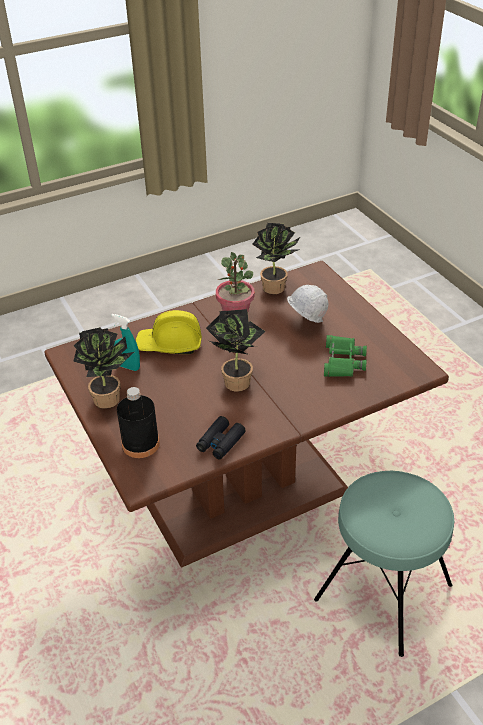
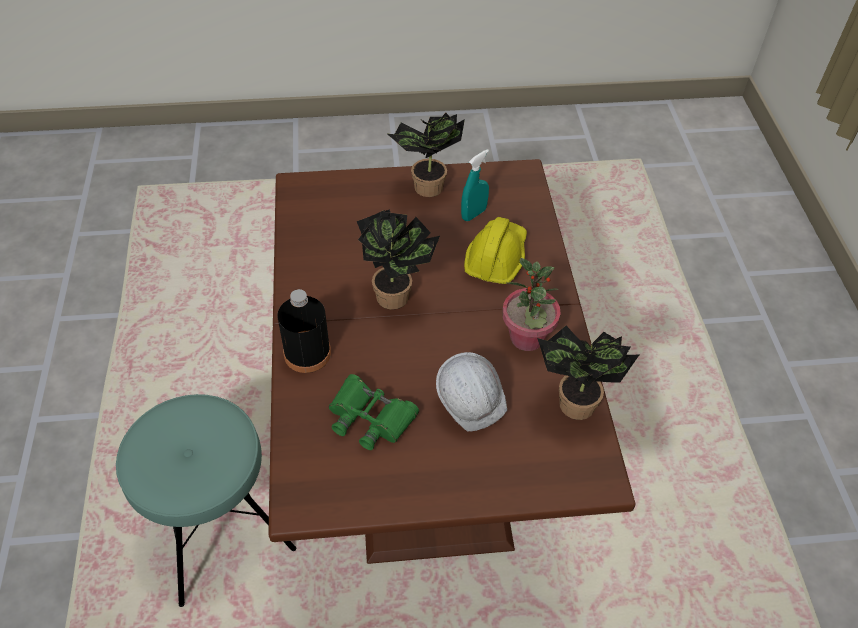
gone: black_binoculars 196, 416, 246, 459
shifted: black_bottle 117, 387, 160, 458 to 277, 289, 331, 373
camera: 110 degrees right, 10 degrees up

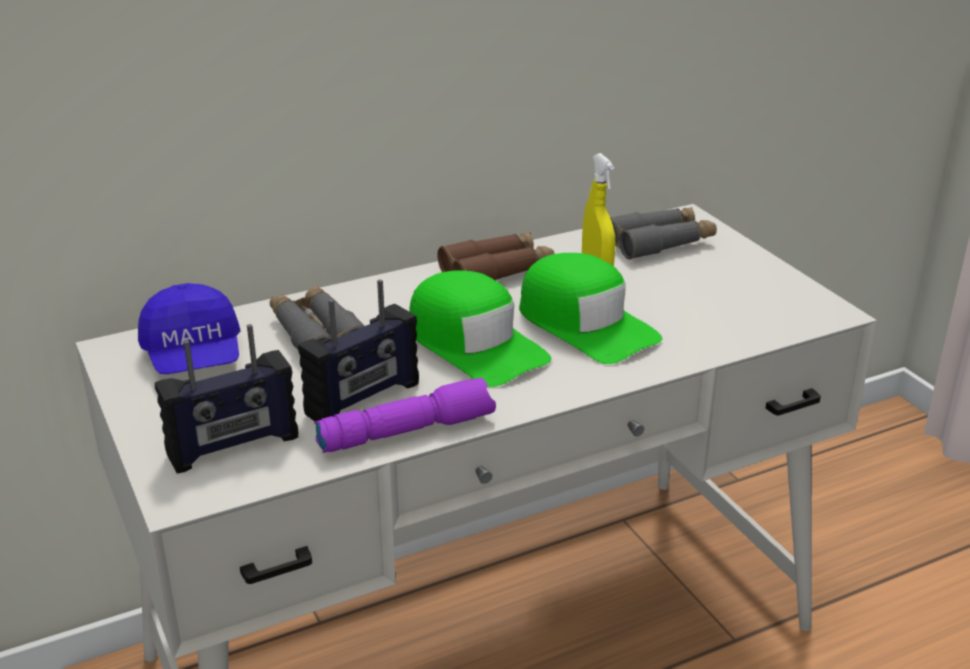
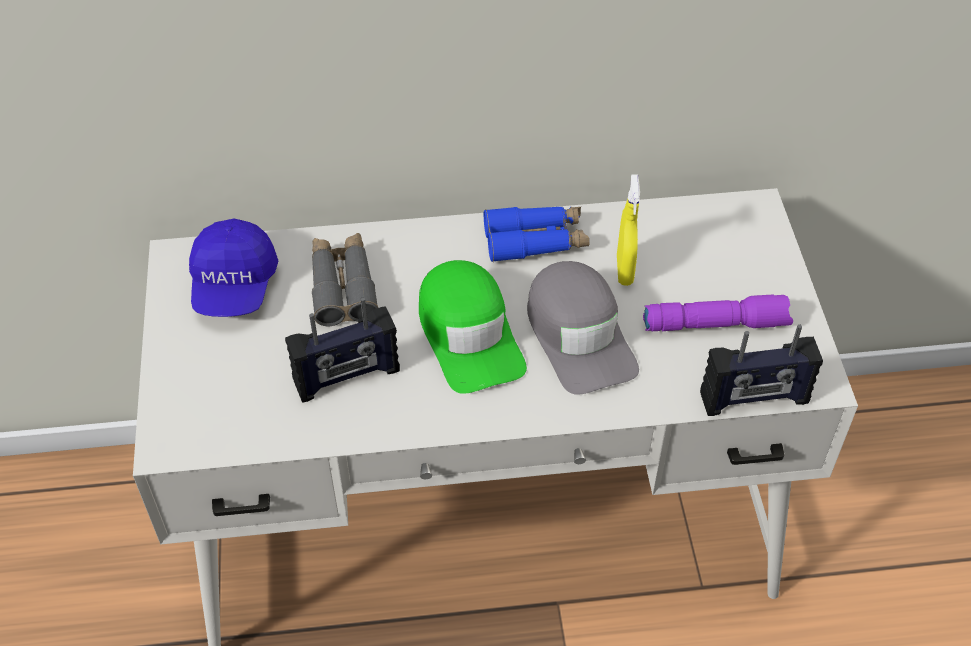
gone: grey_binoculars 610, 208, 717, 260
shifted: radio 155, 324, 298, 474 to 700, 325, 823, 416; purple_flashlight 314, 378, 496, 453 to 643, 295, 793, 331
repainted: brown_binoculars 437, 232, 554, 280 to blue_binoculars 484, 207, 590, 262; green_cap 519, 253, 662, 364 to grey_cap 527, 261, 639, 395
camera: 20 degrees right, 20 degrees up

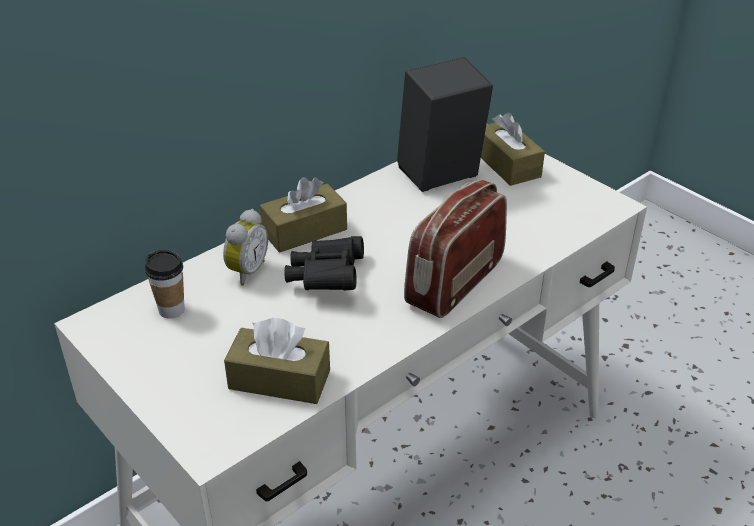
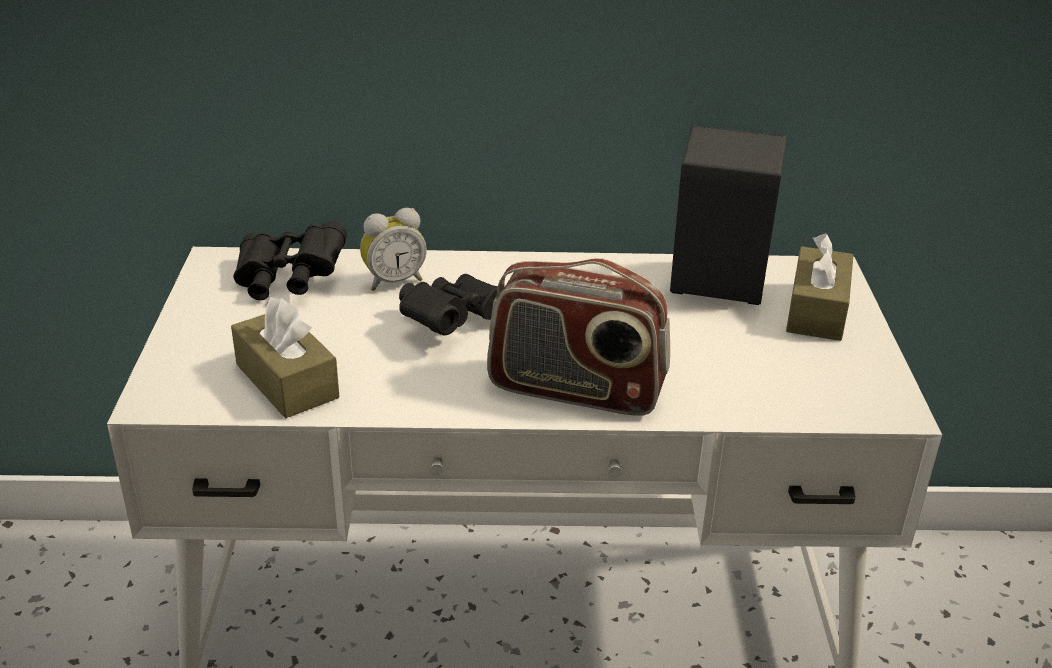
gone: brown_tissue_box 260, 177, 347, 253
swapped: cup 145, 250, 185, 319 to black_binoculars 233, 221, 347, 300
rotated: radio 404, 179, 507, 318 = 487, 258, 670, 416 150 degrees counterclockwise
camera: 40 degrees right, 5 degrees down

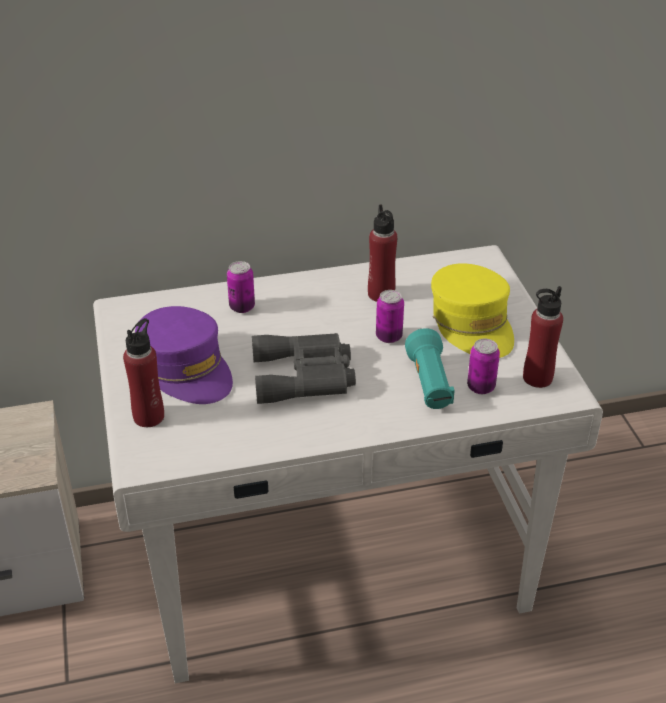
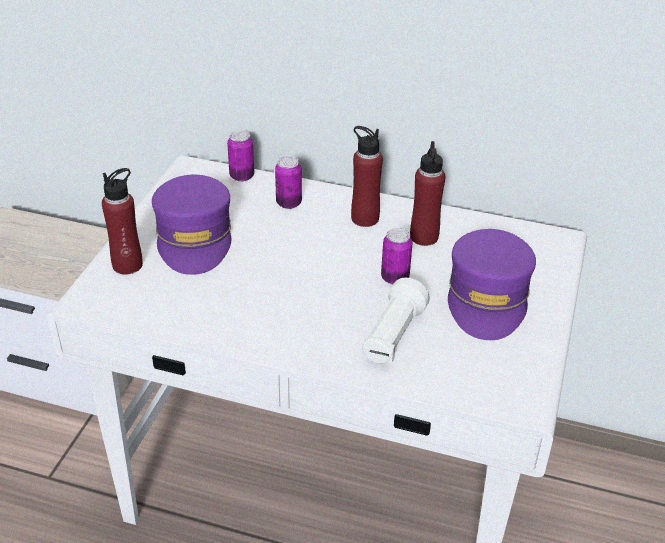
gone: grey_binoculars 252, 333, 356, 404
shifted: can 467, 339, 500, 394 to 227, 130, 254, 182; red_bottle 523, 286, 563, 388 to 351, 126, 383, 227
repainted: turquoise_flashlight 405, 328, 455, 409 to white_flashlight 362, 278, 430, 364; yellow_cap 431, 263, 514, 358 to purple_cap 448, 229, 536, 340
camera: 30 degrees right, 0 degrees up

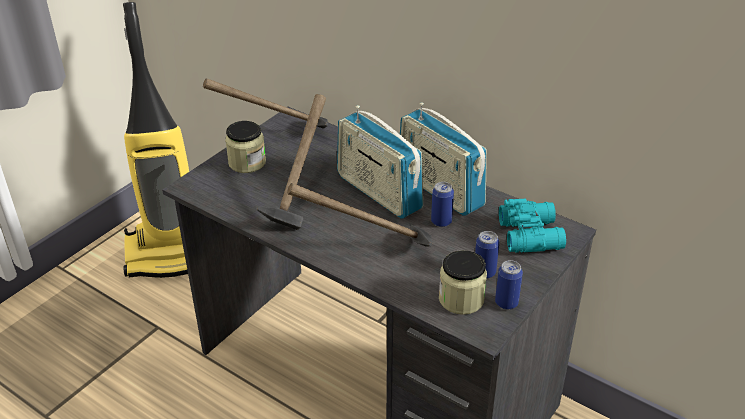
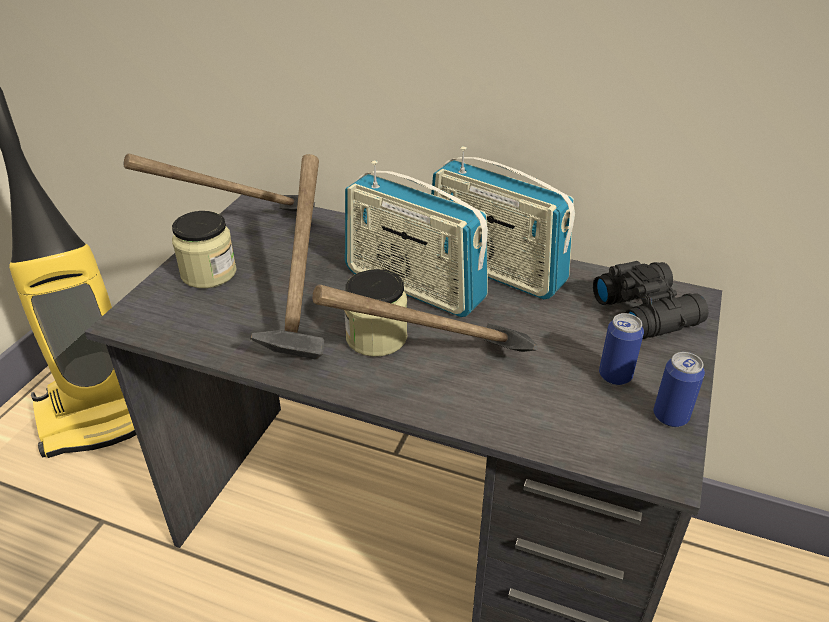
gone: can 431, 182, 454, 227
shifted: jar 439, 250, 487, 315 to 344, 269, 407, 357
repainted: turquoise_binoculars 499, 199, 566, 253 to black_binoculars 593, 261, 709, 339
camera: 15 degrees left, 0 degrees up

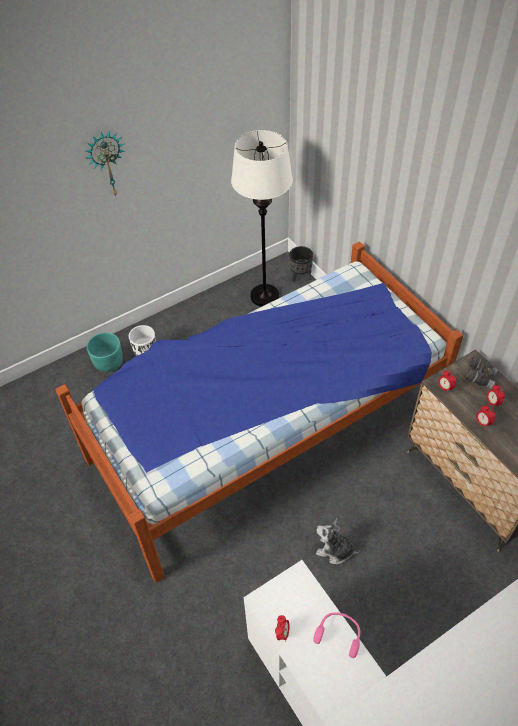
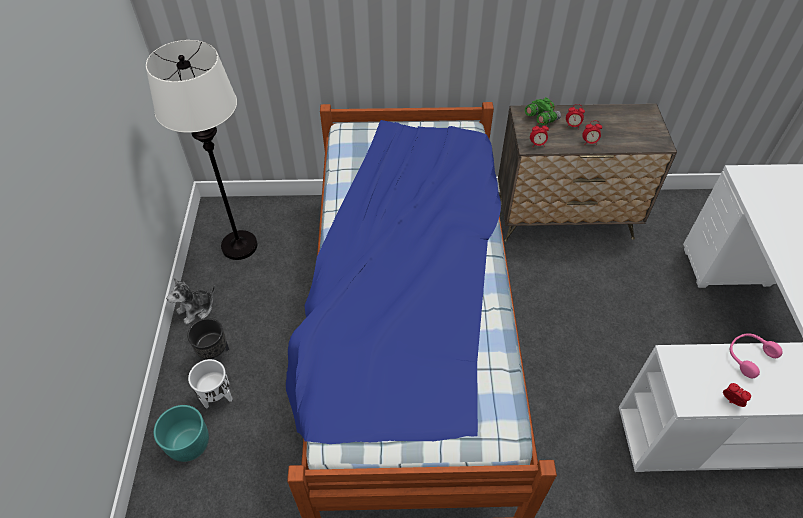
gone: wall_clock 85, 131, 124, 197
shifted: black_planter 289, 246, 313, 282 to 187, 318, 229, 360; plush_toy 316, 518, 360, 564 to 166, 278, 215, 325
repainted: grey_binoculars 466, 357, 498, 389 to green_binoculars 525, 97, 561, 125
camera: 60 degrees left, 0 degrees up

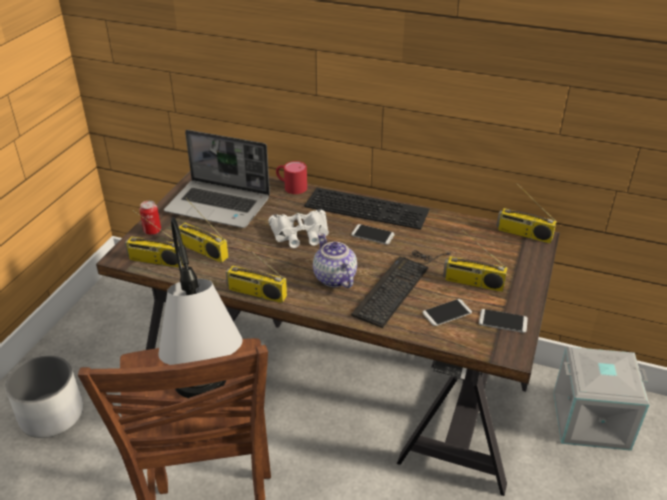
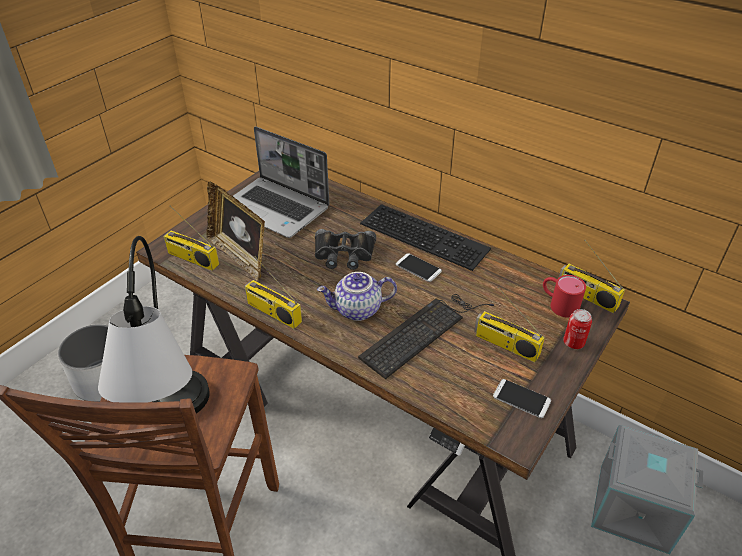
gone: phone 423, 299, 472, 326
shifted: can 139, 201, 161, 235 to 563, 309, 592, 349; red_mug 276, 161, 307, 194 to 543, 275, 586, 317
swapped: radio 179, 198, 228, 263 to picture_frame 207, 181, 265, 282
repainted: white_binoculars 268, 209, 329, 248 to black_binoculars 315, 229, 376, 270
rotated: teapot 313, 233, 357, 288 = 317, 272, 397, 321 90 degrees counterclockwise
camera: 15 degrees right, 5 degrees up

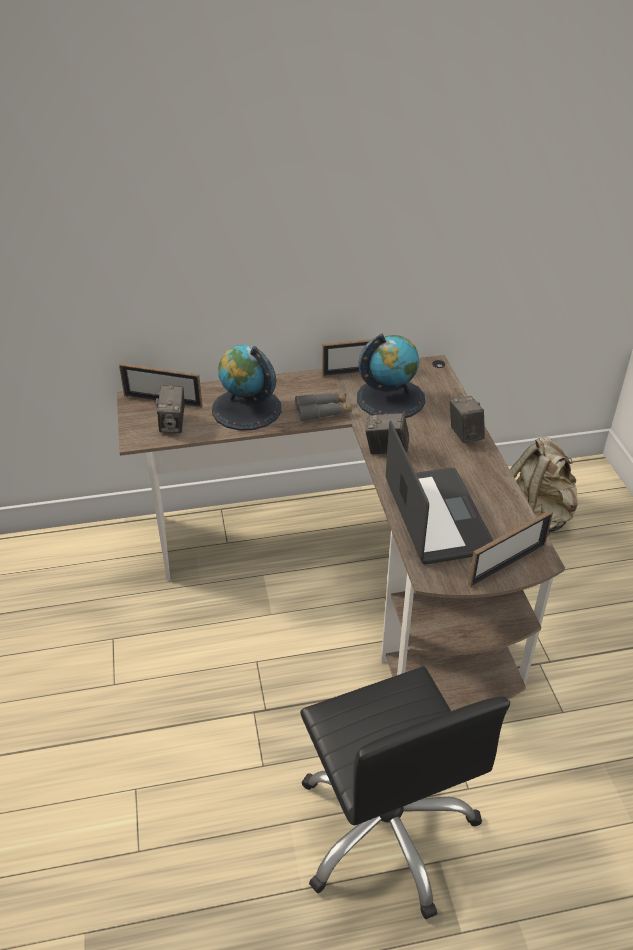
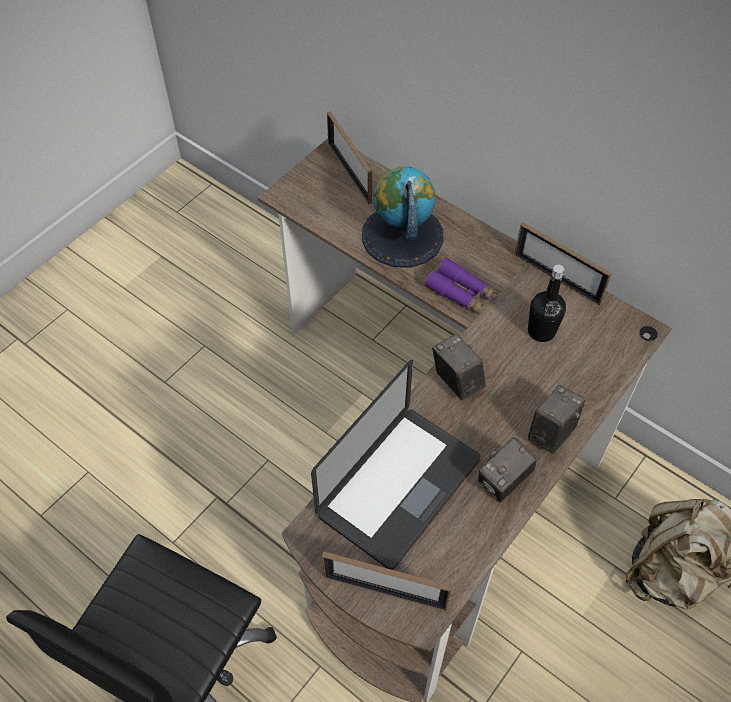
shifted: photo_camera 156, 385, 185, 433 to 478, 437, 537, 502
swapped: globe 357, 334, 425, 418 to black_bottle 528, 265, 566, 342
repainted: grey_binoculars 295, 393, 352, 421 to purple_binoculars 425, 258, 498, 315
camera: 50 degrees right, 15 degrees up

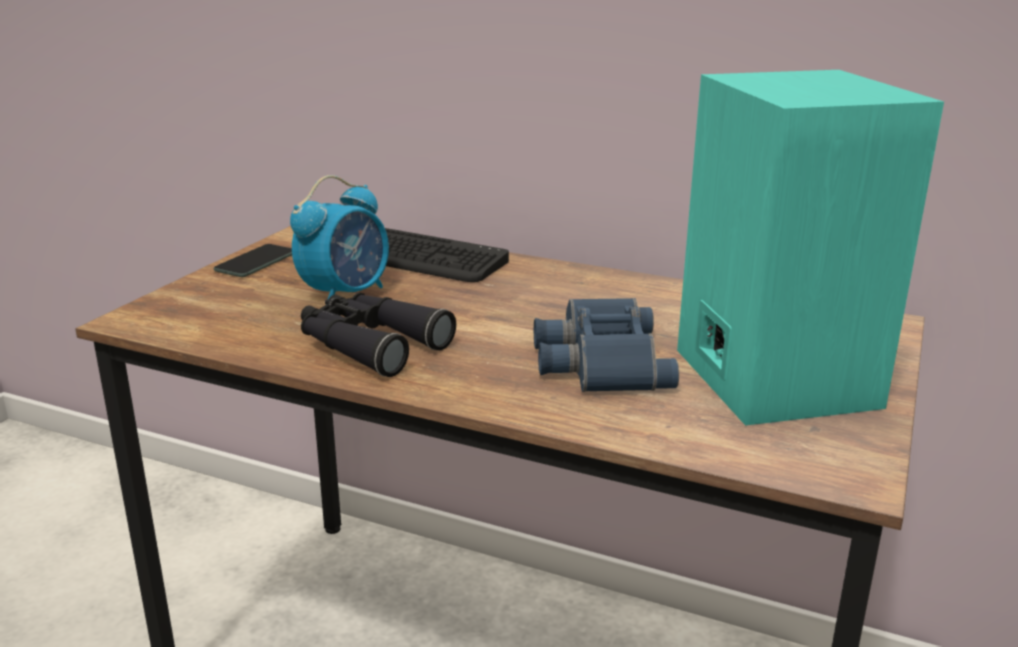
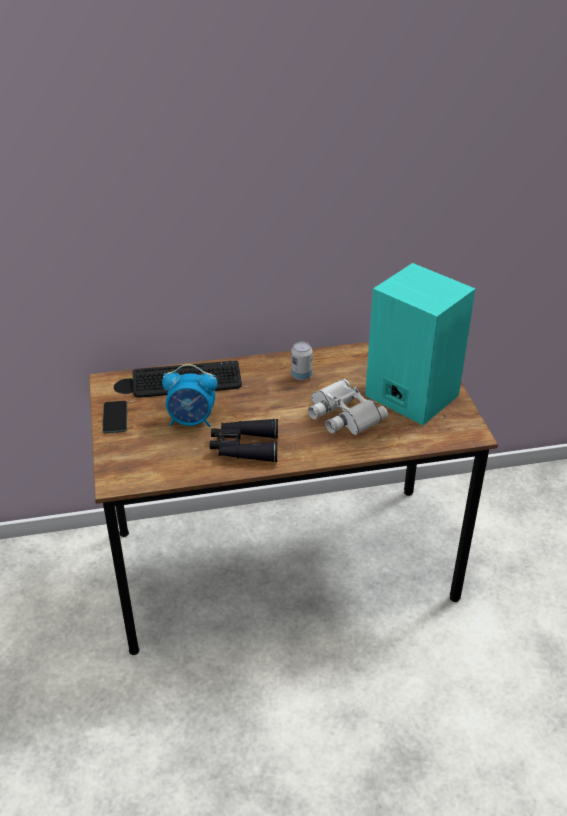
new: can 291, 342, 313, 381
repainted: blue_binoculars 534, 298, 679, 392 to white_binoculars 308, 379, 388, 435
rotated: alarm_clock 290, 175, 389, 300 = 162, 364, 217, 427 90 degrees clockwise
camera: 35 degrees left, 15 degrees up

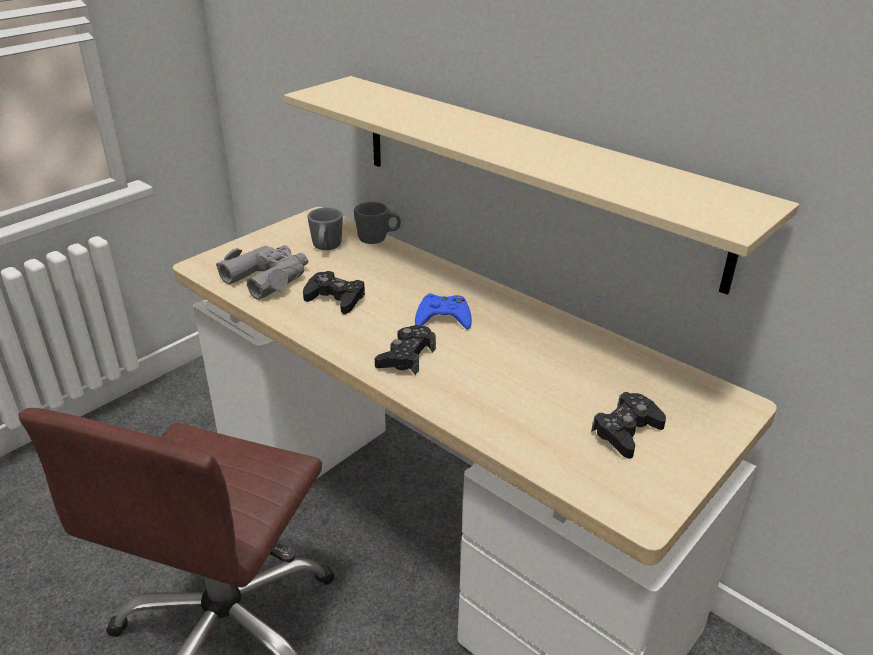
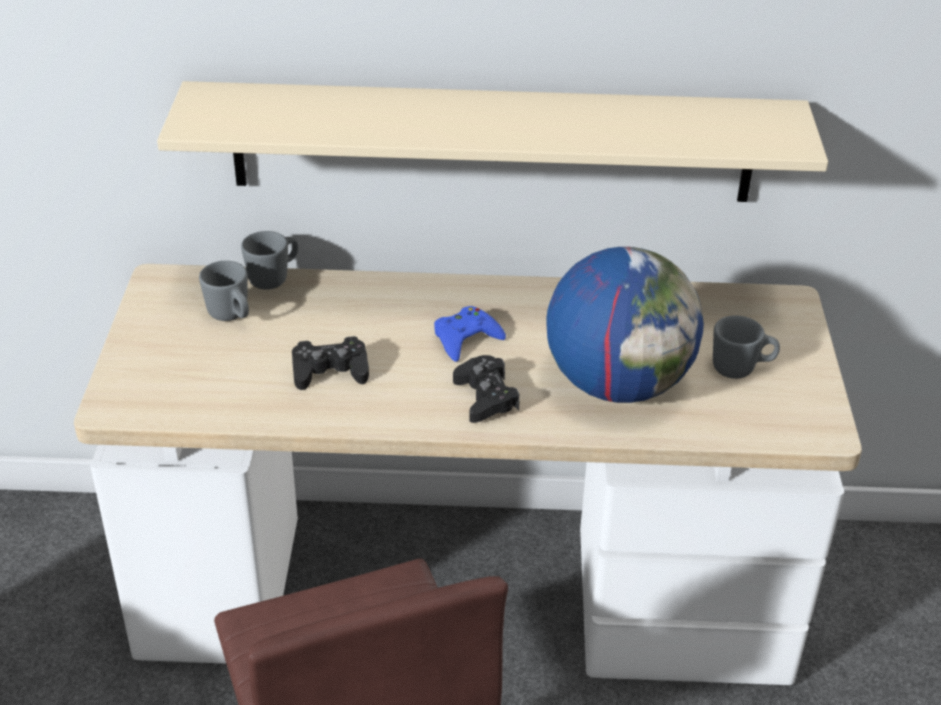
gone: grey_binoculars 216, 245, 308, 300
new: globe 546, 247, 704, 403
swapped: black_game_controller 591, 392, 666, 459 to grey_mug 713, 315, 780, 379
camera: 40 degrees left, 5 degrees up

